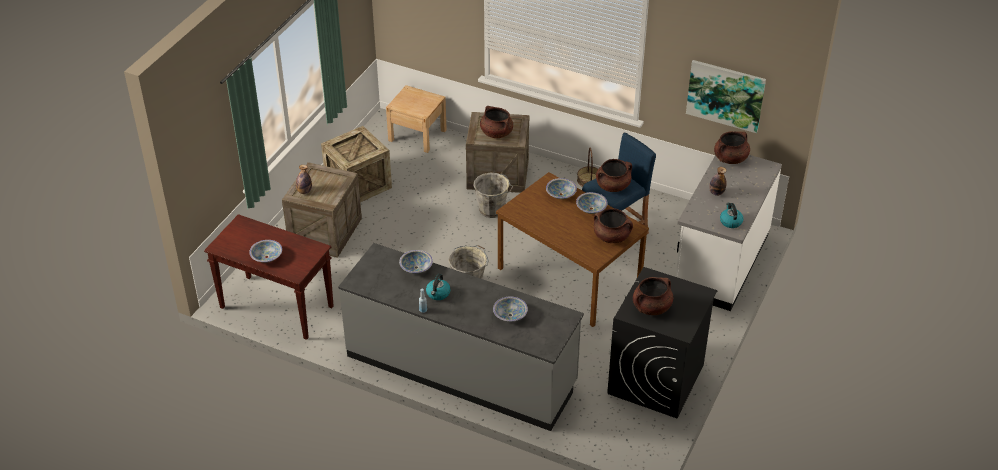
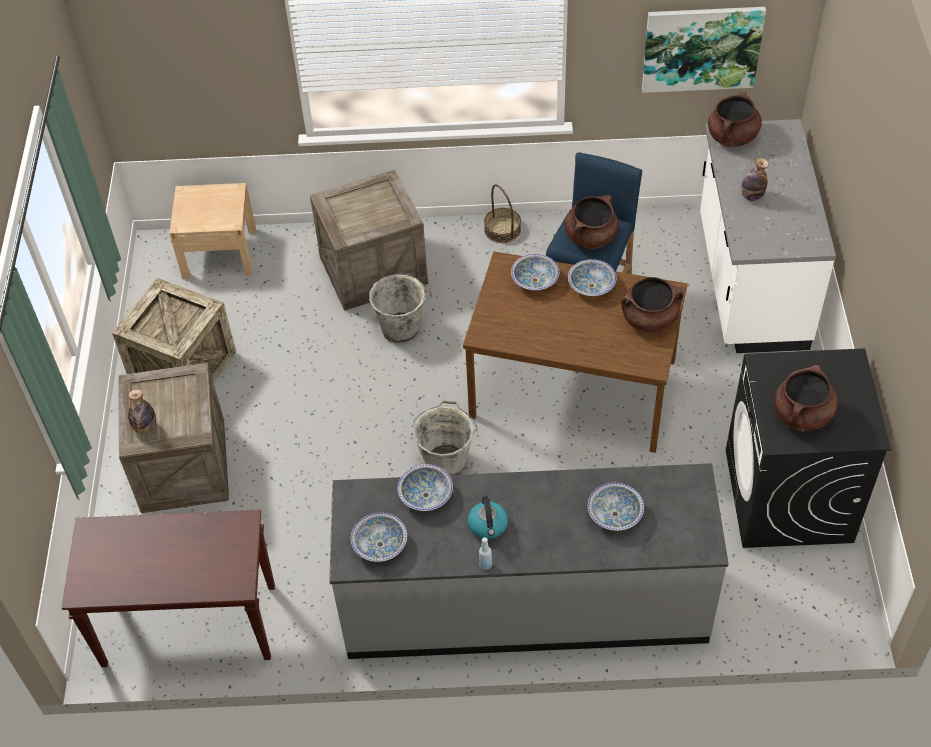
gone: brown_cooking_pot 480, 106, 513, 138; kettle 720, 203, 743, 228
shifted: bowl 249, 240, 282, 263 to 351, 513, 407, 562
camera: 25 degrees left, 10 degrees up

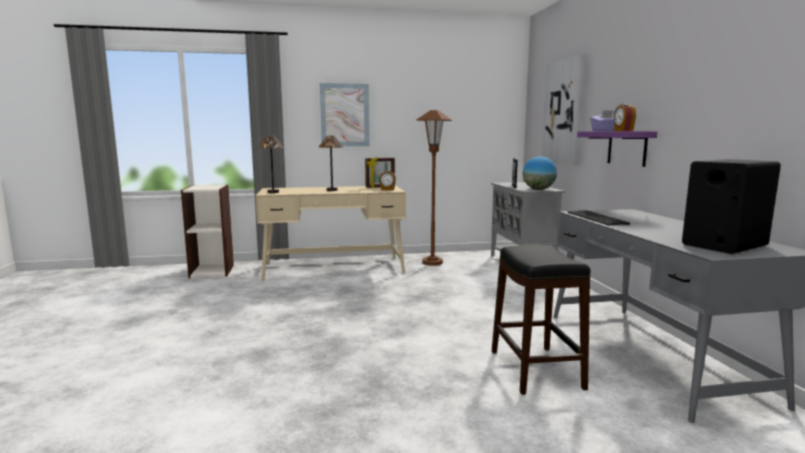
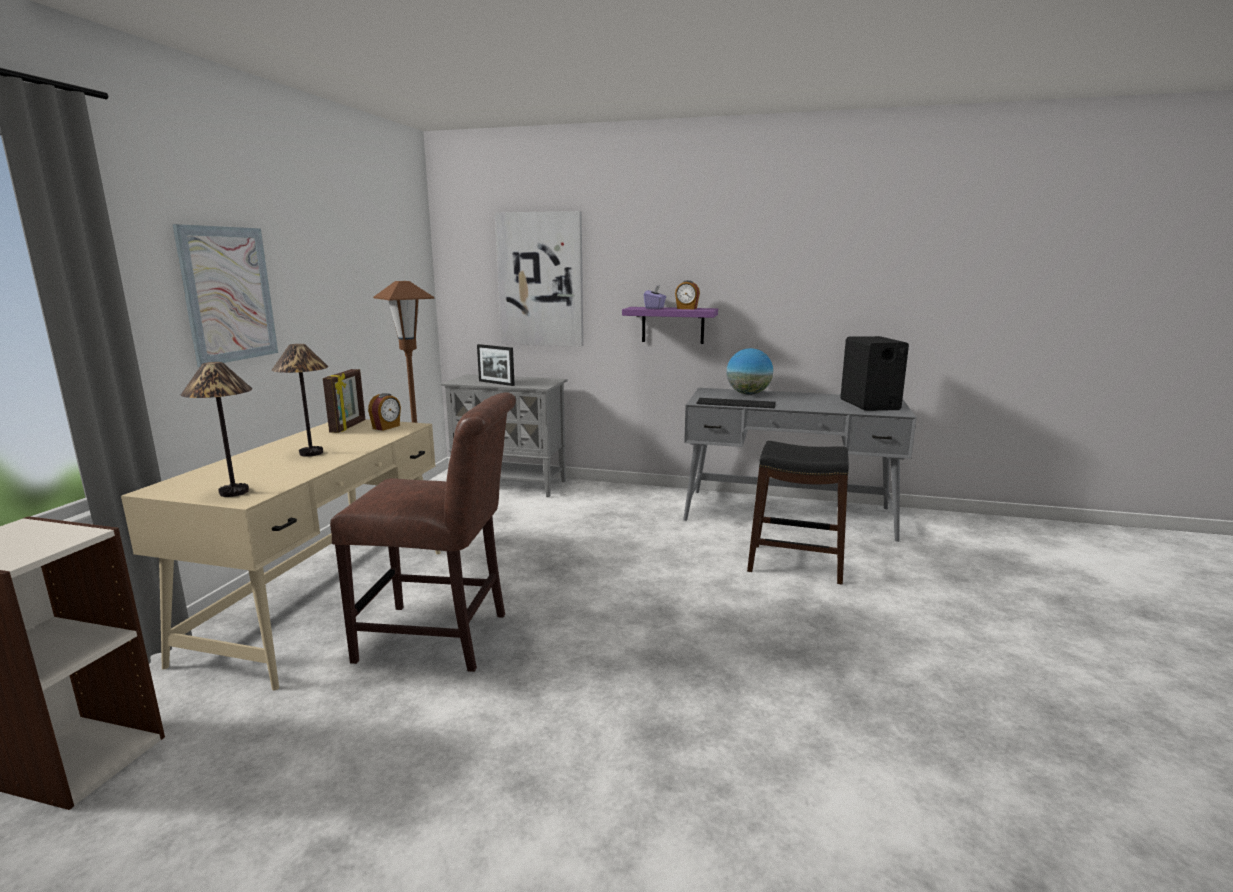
new: brown_chair 330, 392, 516, 672
shifted: globe 523, 156, 557, 190 to 726, 348, 773, 395
camera: 65 degrees left, 5 degrees up

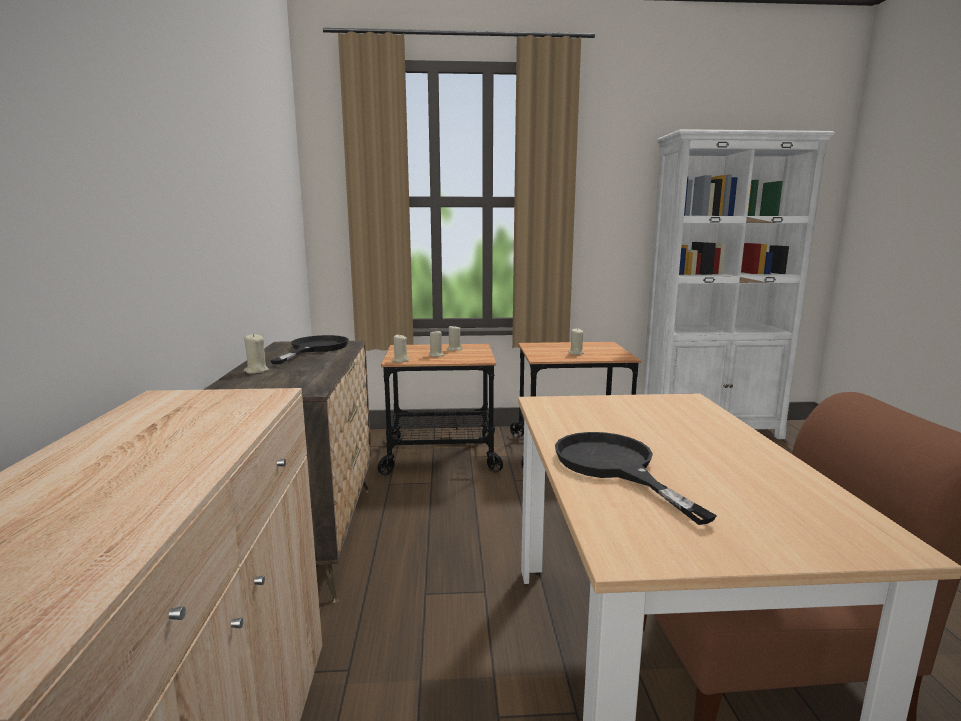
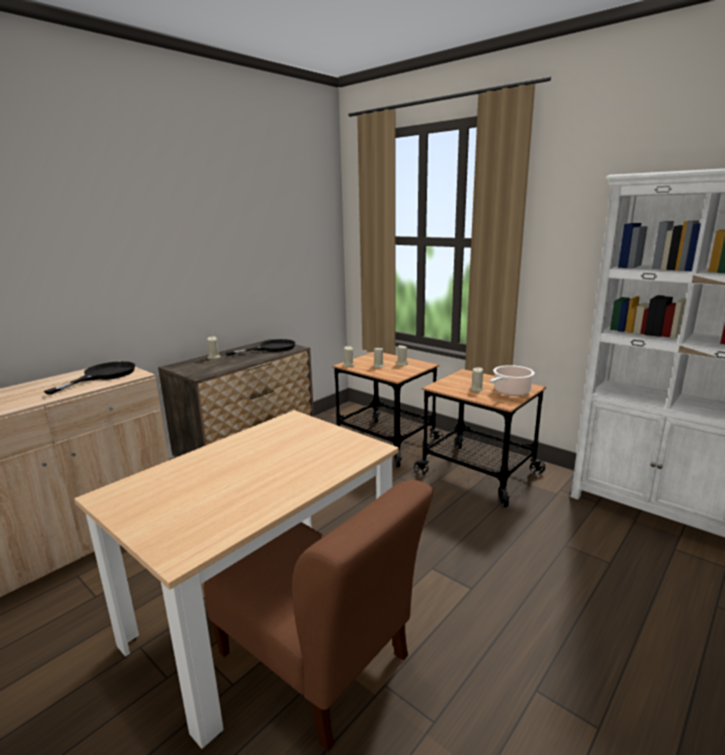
new: cooking_pot 489, 365, 535, 396
shifted: black_frying_pan 555, 432, 717, 525 to 44, 361, 135, 395
camera: 45 degrees right, 5 degrees up

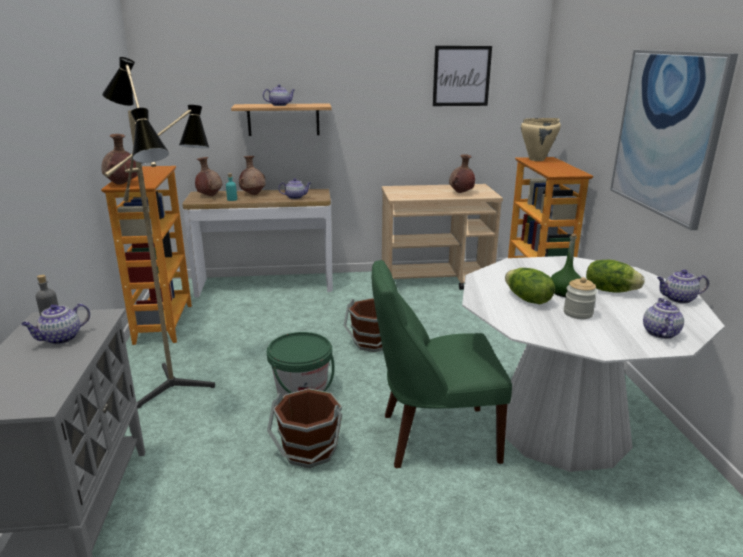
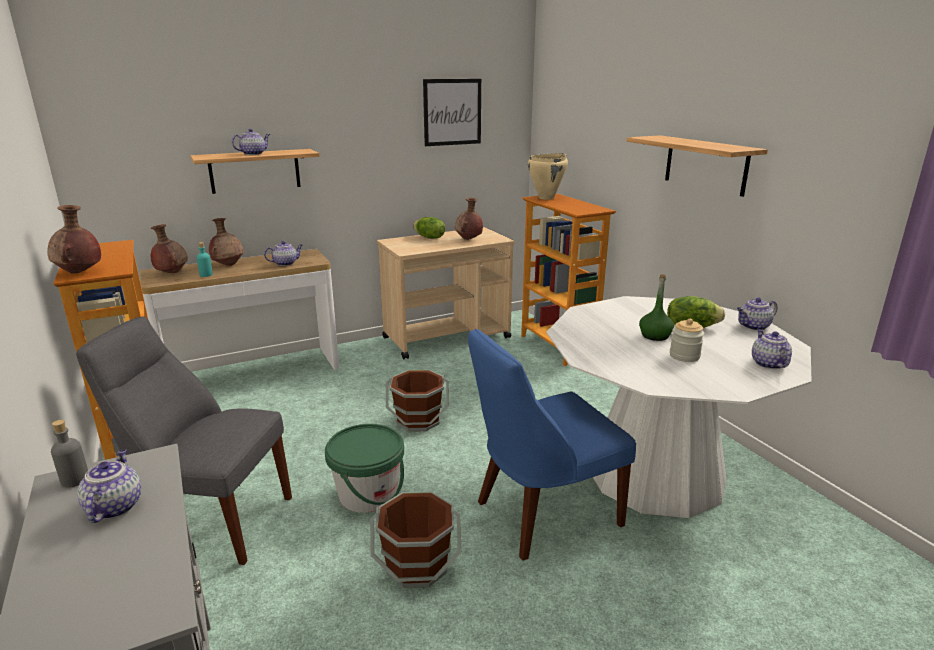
shifted: lettuce 505, 268, 555, 304 to 413, 217, 445, 239
swapped: floor_lamp 102, 57, 215, 409 to grey_chair 76, 316, 292, 565; picture 610, 50, 738, 230 to shelf 627, 135, 768, 197
repainted: green_chair 372, 260, 512, 468 to blue_chair 468, 329, 636, 561
rotated: teapot 21, 303, 90, 344 = 77, 449, 141, 523 150 degrees clockwise
camera: 20 degrees left, 0 degrees up

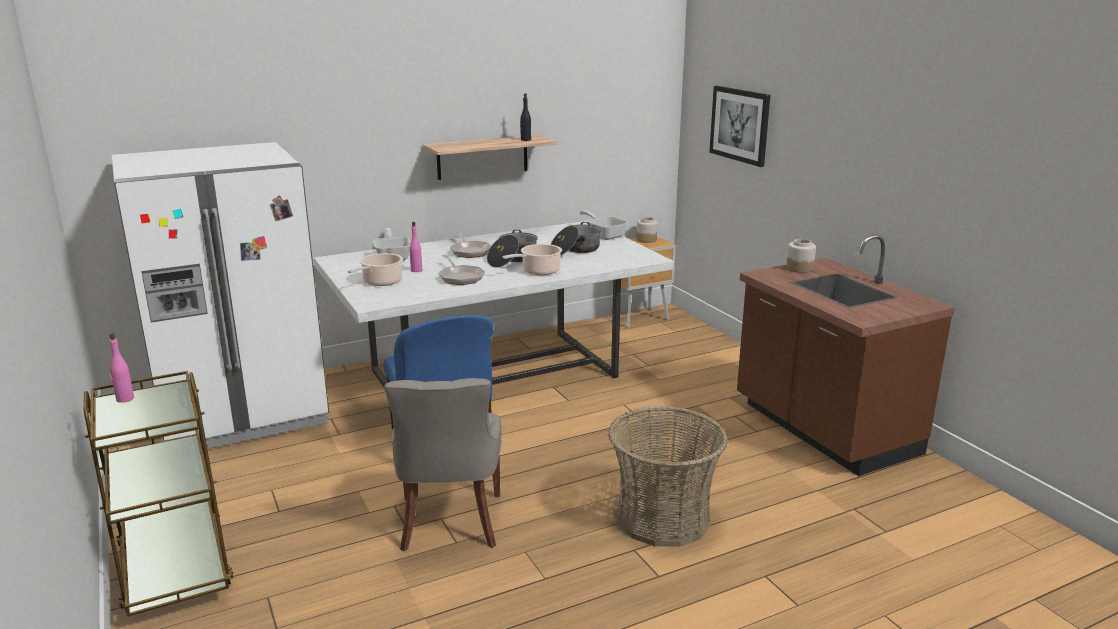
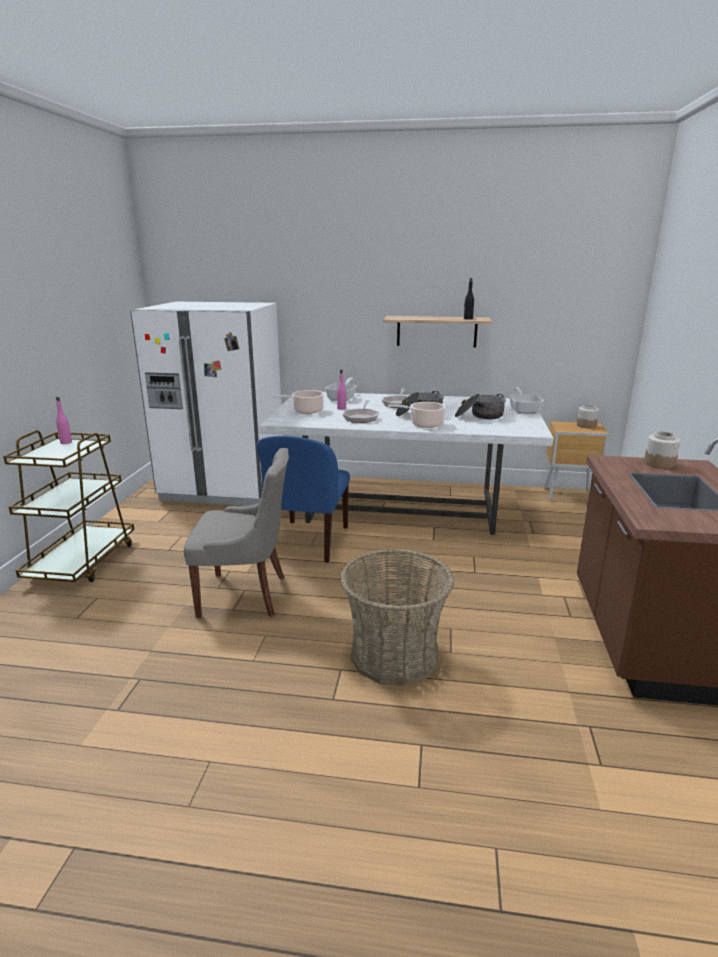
gone: picture 709, 86, 770, 167
rotated: grey_chair 384, 378, 502, 551 = 184, 448, 289, 618 120 degrees counterclockwise
camera: 35 degrees right, 0 degrees up

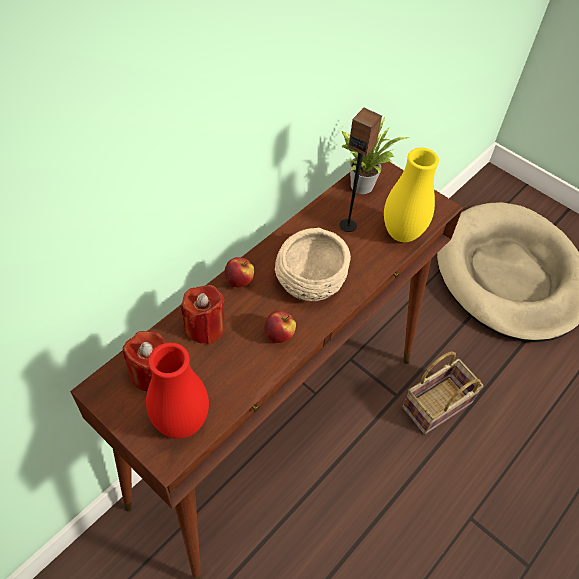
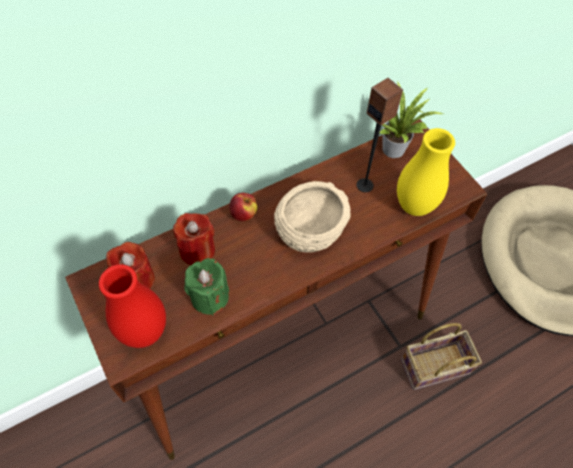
gone: apple 264, 311, 296, 343
new: green_candle 184, 258, 229, 315
camera: 20 degrees right, 5 degrees up

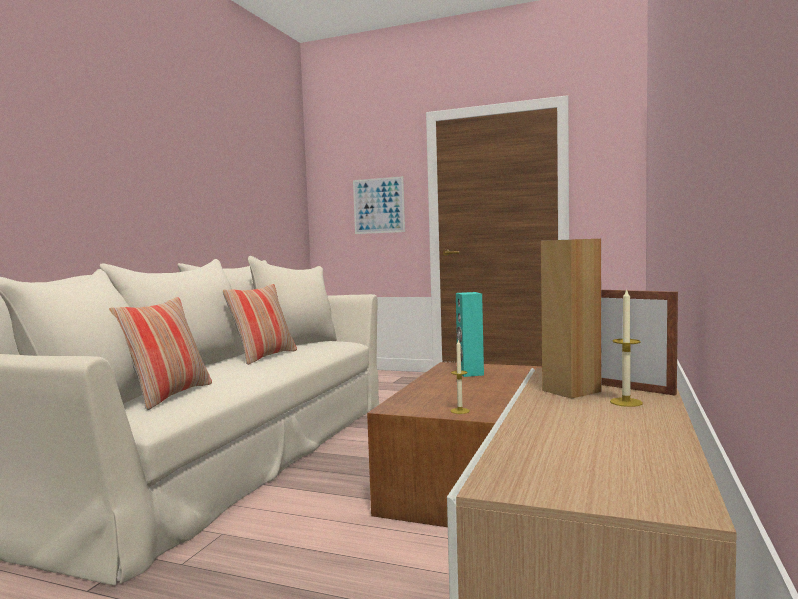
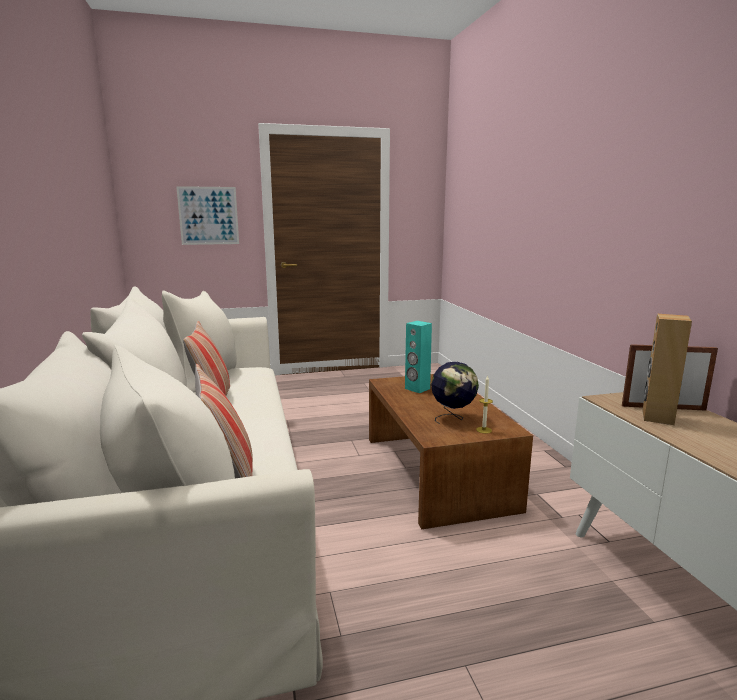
gone: candle 610, 288, 643, 407
new: globe 431, 361, 479, 424
camera: 35 degrees left, 10 degrees up

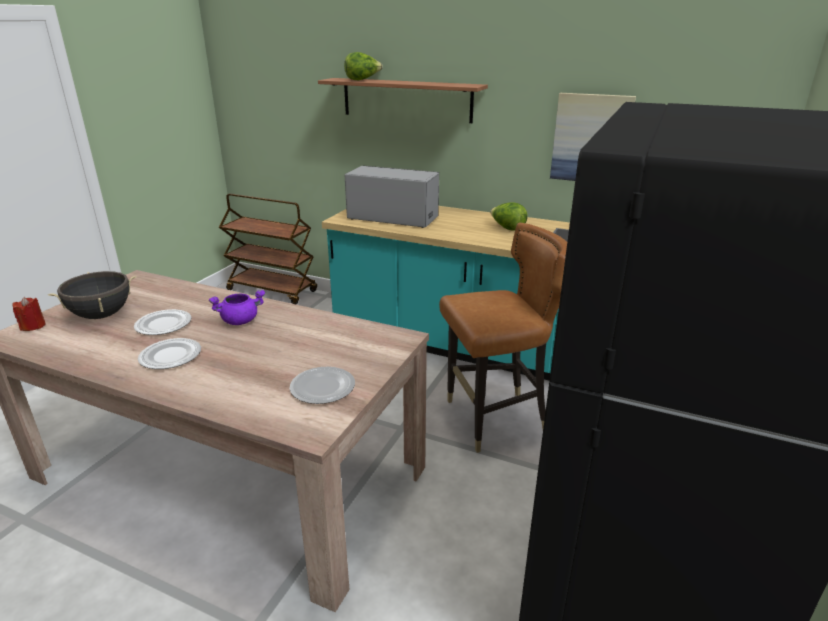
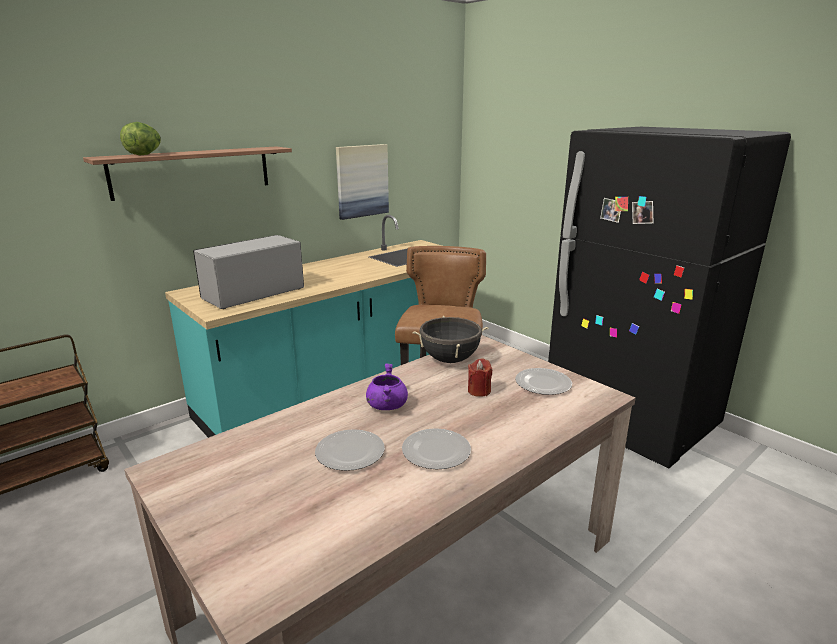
gone: lettuce 490, 202, 528, 231
shifted: red_candle 12, 297, 46, 331 to 468, 358, 492, 397; black_cooking_pot 48, 271, 136, 319 to 412, 316, 488, 363
camera: 65 degrees left, 5 degrees down

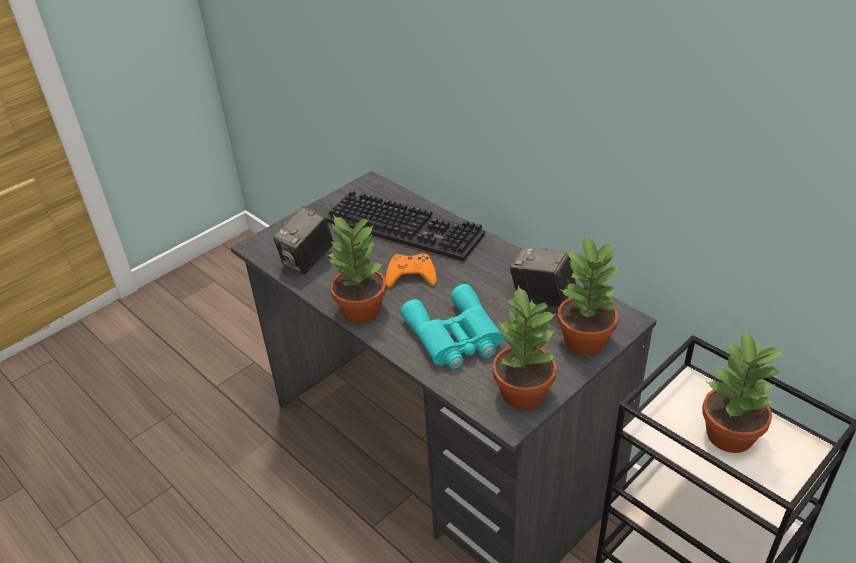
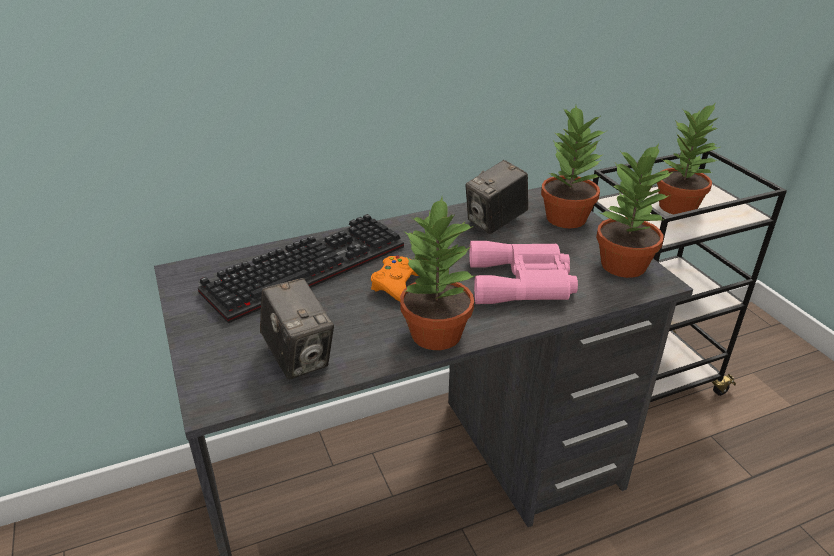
repainted: turquoise_binoculars 401, 284, 503, 369 to pink_binoculars 469, 241, 578, 304
camera: 70 degrees left, 5 degrees down

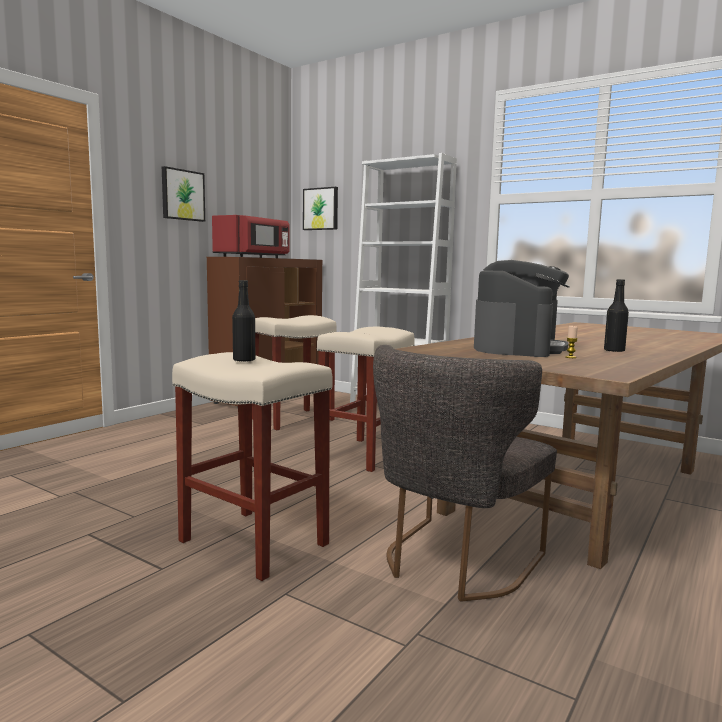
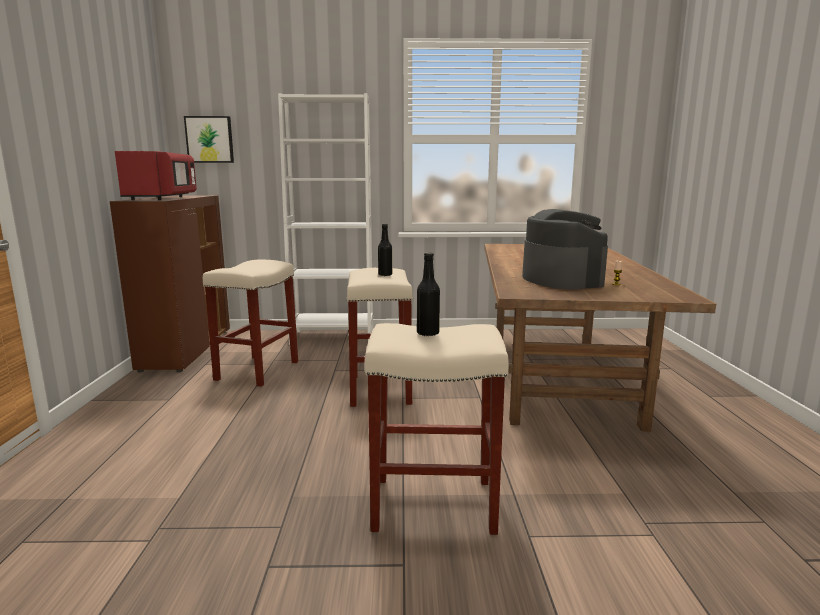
gone: picture 162, 166, 205, 222; grey_chair 373, 345, 557, 602
shifted: black_bottle 604, 279, 629, 352 to 378, 224, 392, 276
camera: 35 degrees left, 5 degrees up

